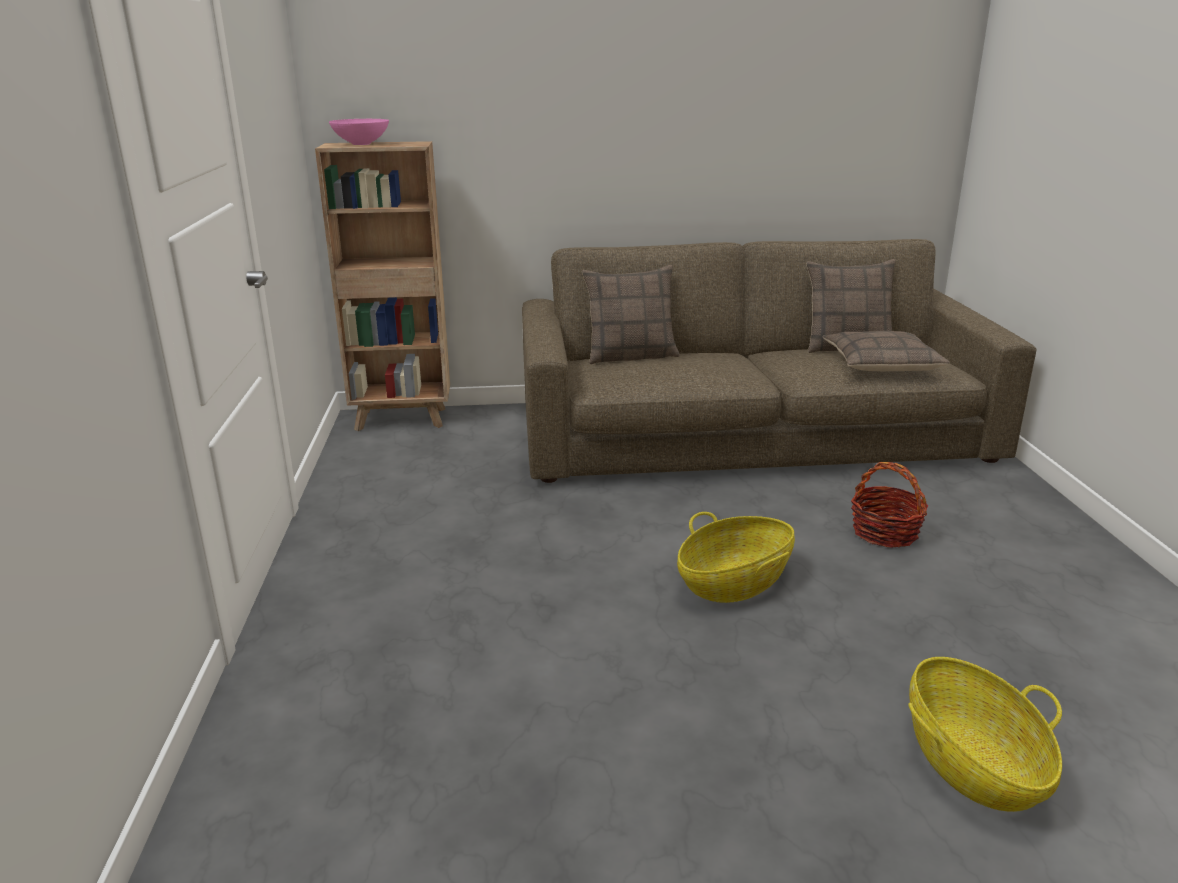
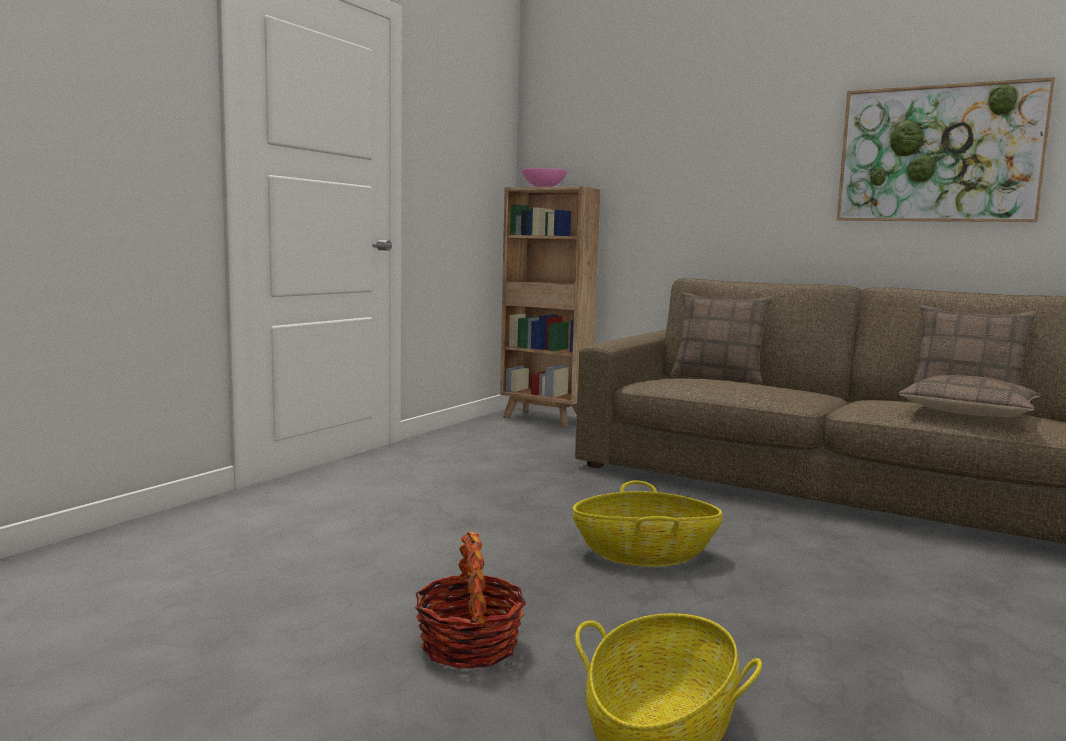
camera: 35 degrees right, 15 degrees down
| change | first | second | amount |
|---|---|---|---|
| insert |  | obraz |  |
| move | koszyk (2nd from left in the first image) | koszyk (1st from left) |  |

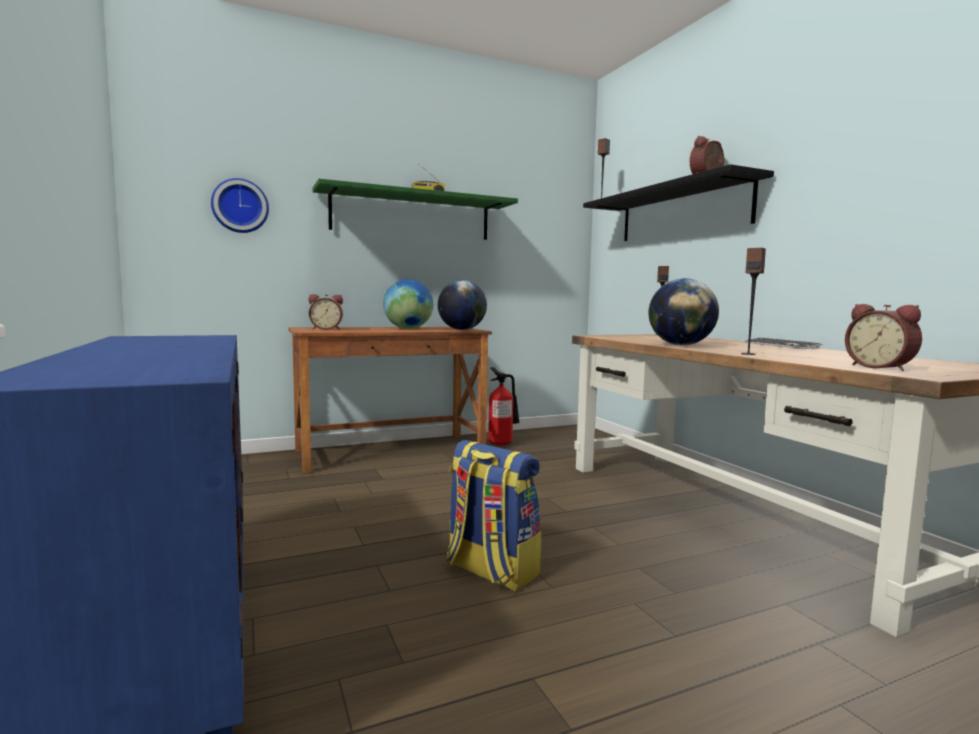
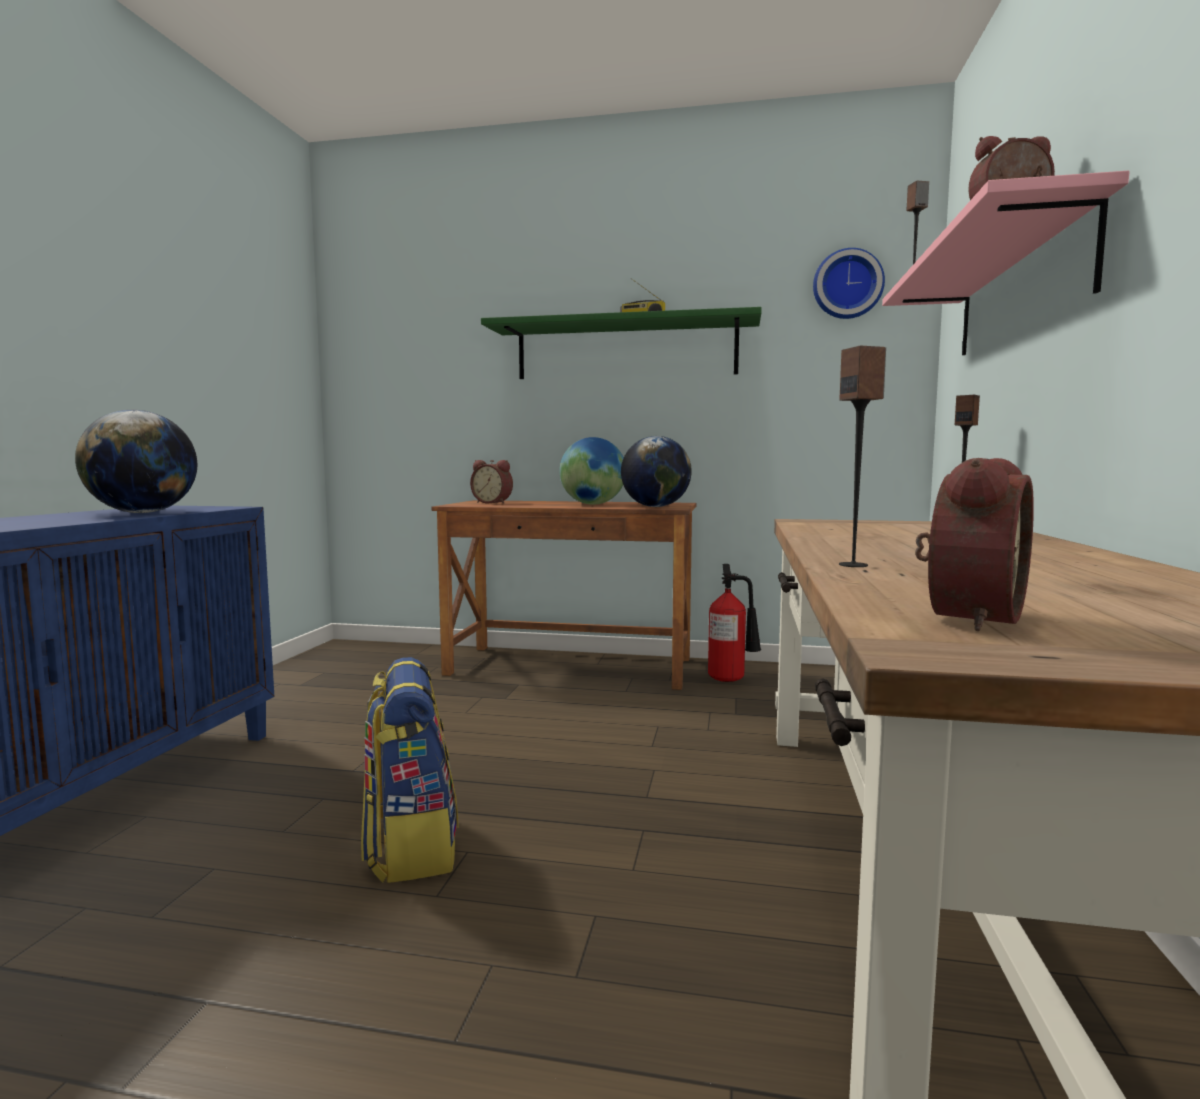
camera: 35 degrees right, 0 degrees up
| change | first | second | amount |
|---|---|---|---|
| delete | klawiatura |  |  |
| move | zegar ścienny |  |  |
| move | globus (3rd from left in the first image) | globus (1st from left) |  |
| recolor | półka/czarny | półka/różowy |  |
| rotate | budzik (3rd from left in the first image) | budzik (2nd from left) | 150 degrees counterclockwise |

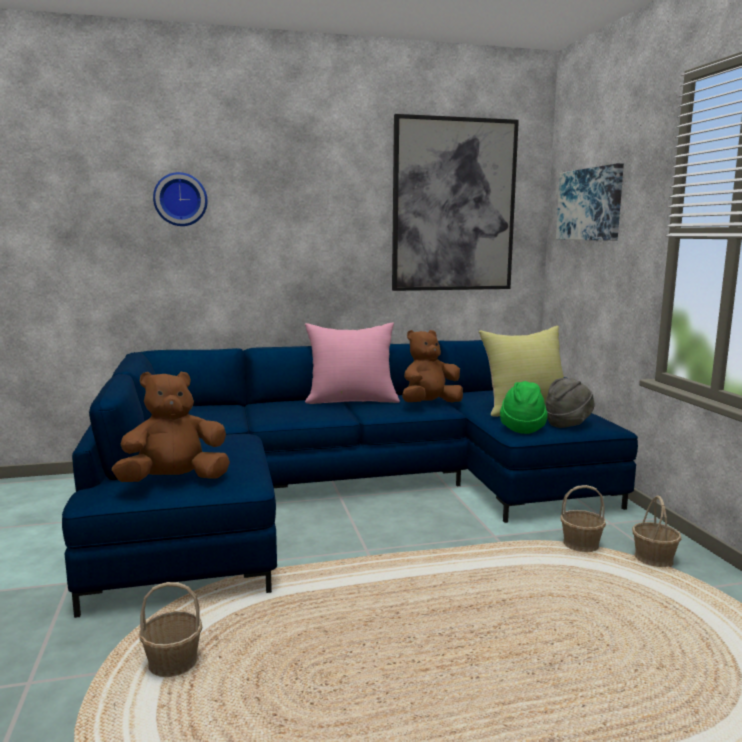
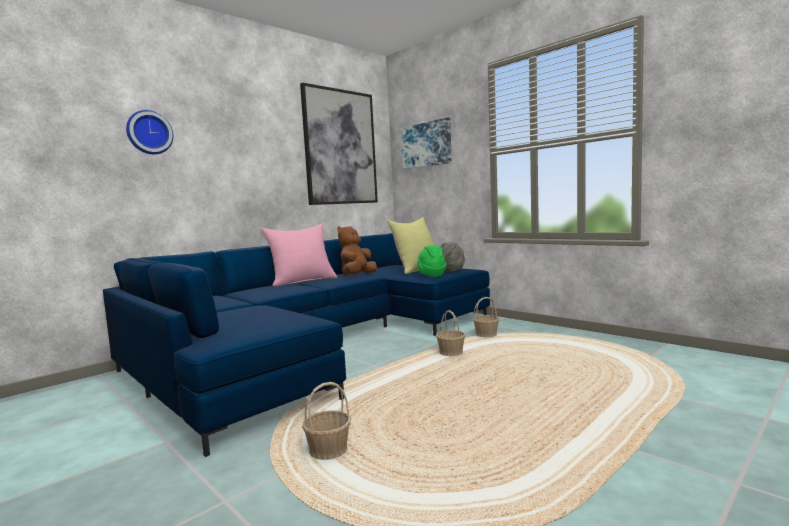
camera: 30 degrees left, 5 degrees down
| change | first | second | amount |
|---|---|---|---|
| delete | pluszak/brązowy (1st from left) |  |  |
| move | koszyk (3rd from left in the first image) | koszyk (2nd from left) |  |

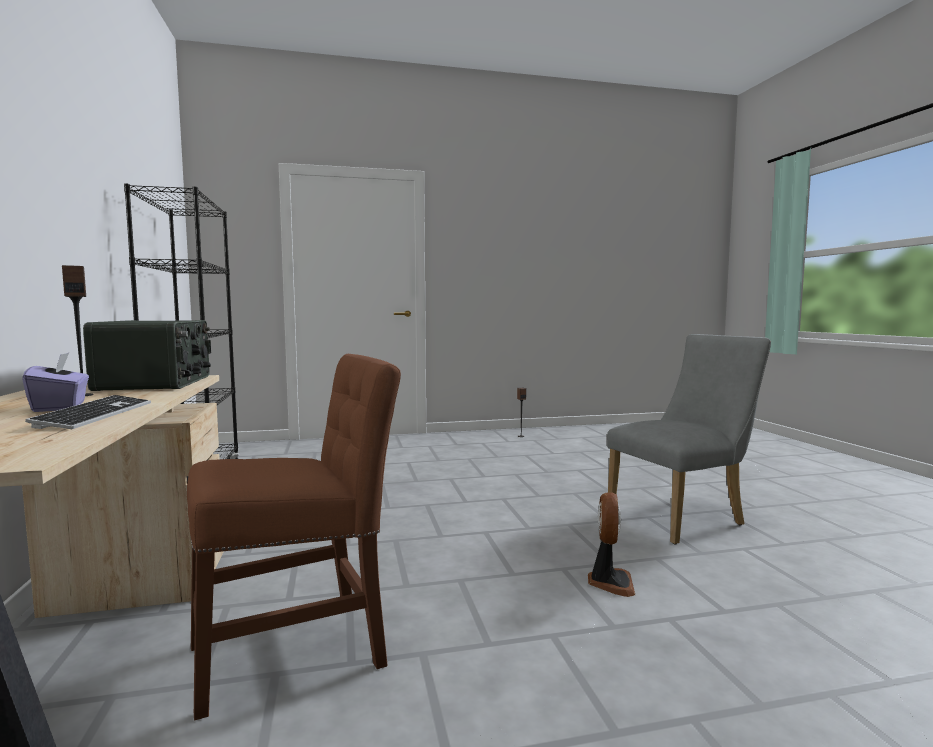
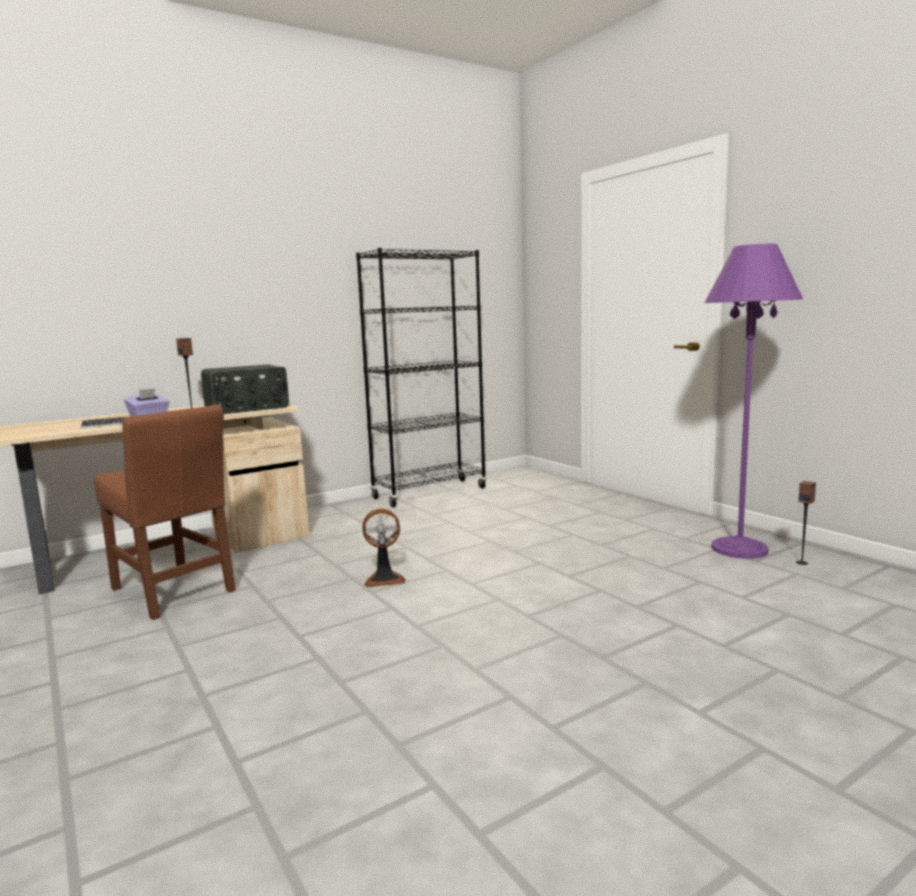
camera: 70 degrees right, 5 degrees up
| change | first | second | amount |
|---|---|---|---|
| delete | krzesło/szary |  |  |
| insert |  | lampa stojąca/fioletowy |  |
| move | wentylator |  |  |

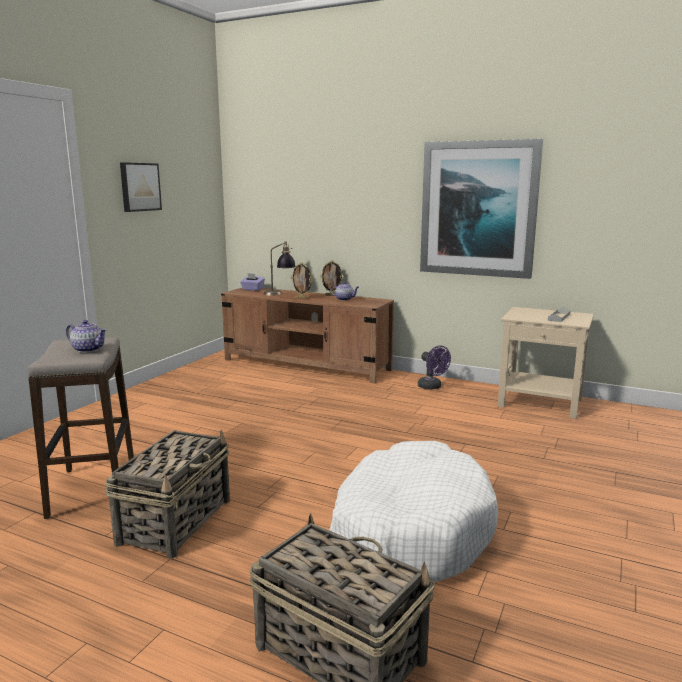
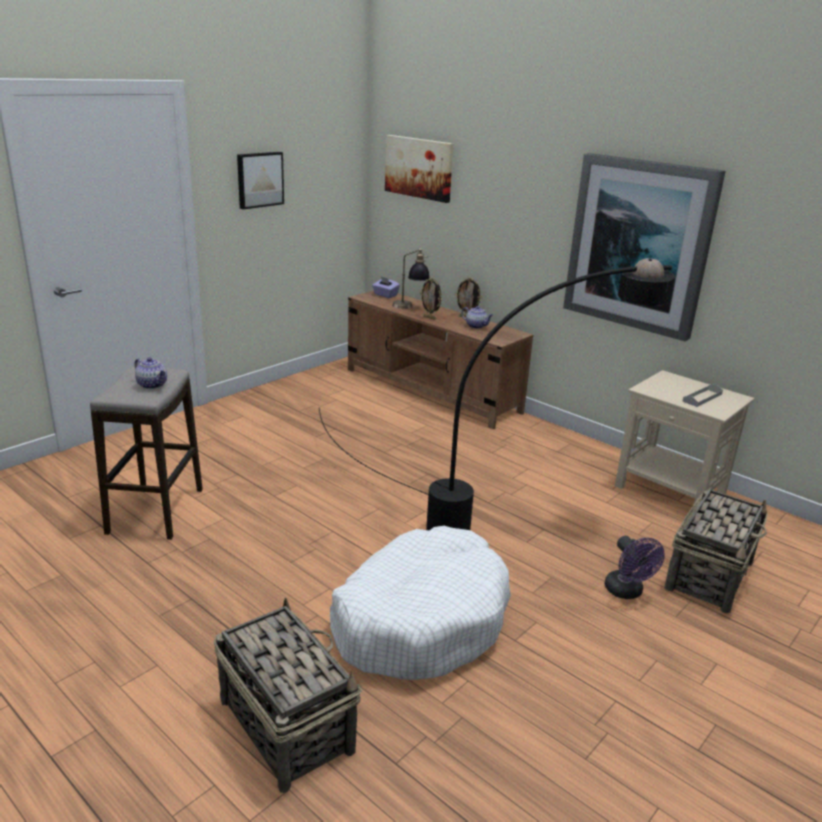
camera: 15 degrees right, 10 degrees up
| change | first | second | amount |
|---|---|---|---|
| insert |  | lampa stojąca/czarny |  |
| insert |  | obraz (2nd from left) |  |
| move | koszyk (1st from left in the first image) | koszyk (2nd from left) |  |
| move | wentylator/fioletowy |  |  |

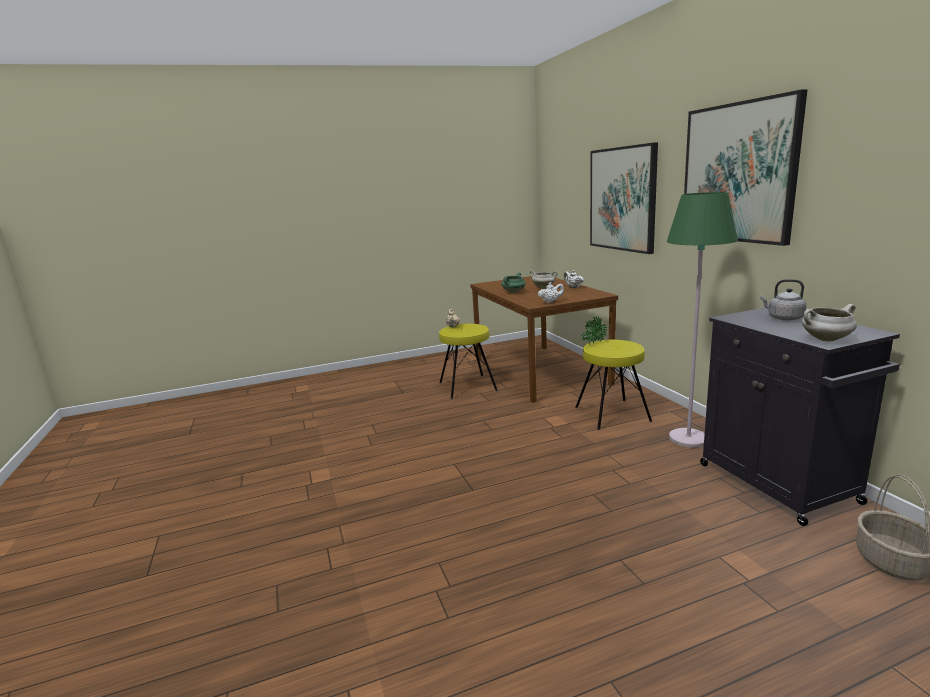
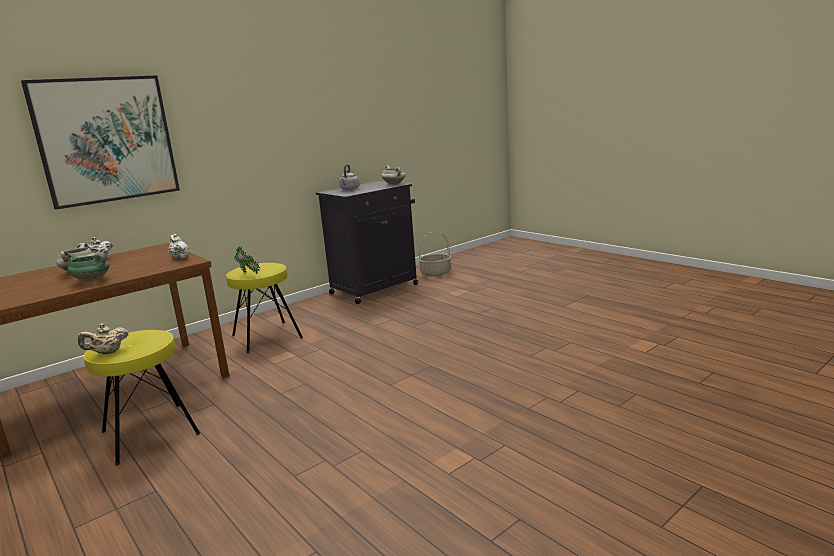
camera: 110 degrees left, 0 degrees up
| change | first | second | amount |
|---|---|---|---|
| delete | lampa stojąca/zielony |  |  |
| delete | obraz (2nd from left) |  |  |

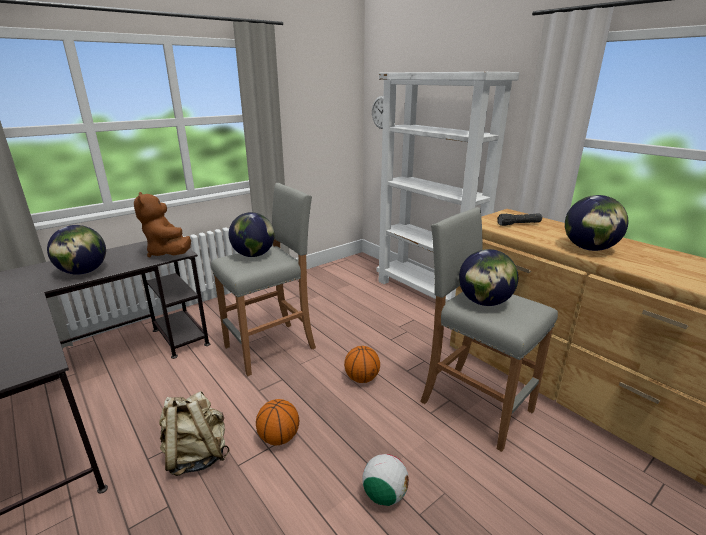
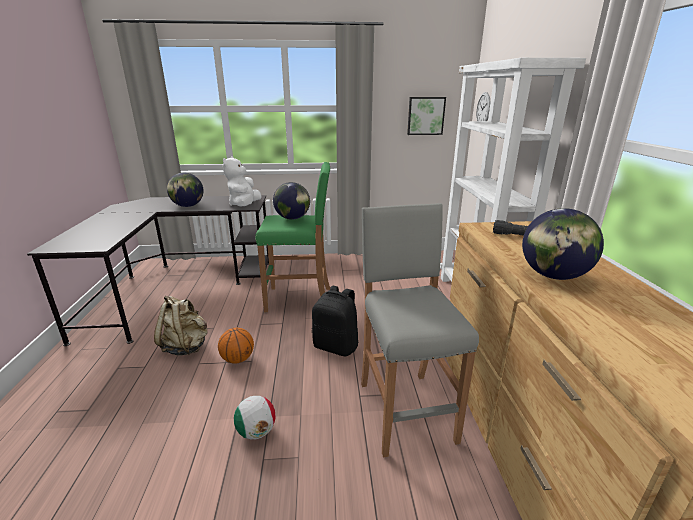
camera: 35 degrees right, 0 degrees up
| change | first | second | amount |
|---|---|---|---|
| delete | globus (3rd from left) |  |  |
| insert |  | obraz |  |
| replace | piłka do koszykówki (2nd from left) | plecak/czarny |  |
| recolor | pluszak/brązowy | pluszak/biały |  |
| recolor | stołek/szary (1st from left) | stołek/zielony |  |

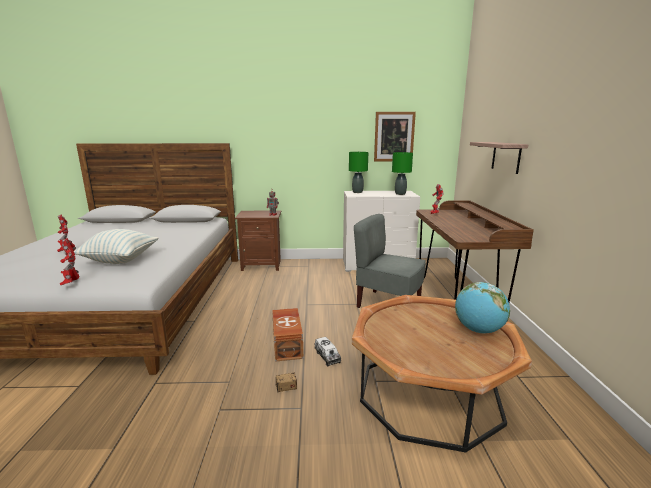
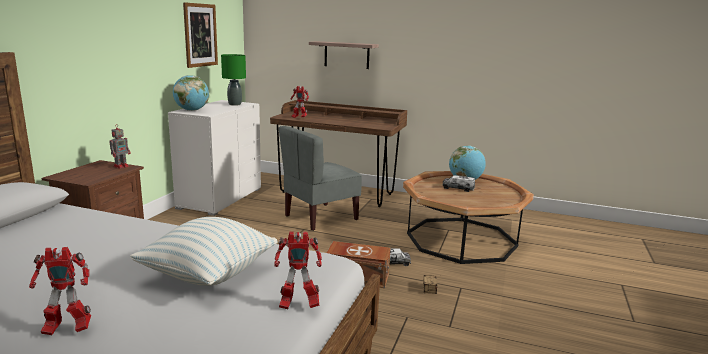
camera: 70 degrees left, 0 degrees up
| change | first | second | amount |
|---|---|---|---|
| insert |  | ciężarówka zabawkowa (2nd from left) |  |
| replace | lampa stołowa/zielony (1st from left) | globus (1st from left) |  |

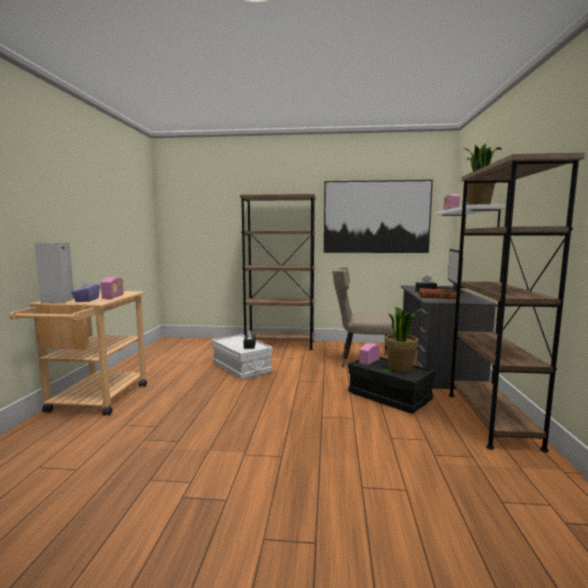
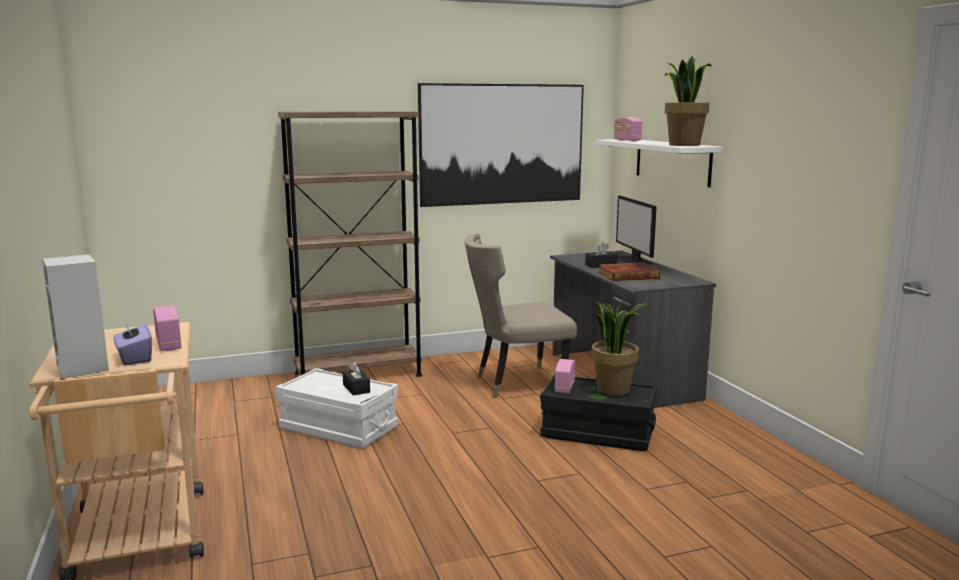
camera: 25 degrees left, 5 degrees up
| change | first | second | amount |
|---|---|---|---|
| delete | regał/brązowy (2nd from left) |  |  |

